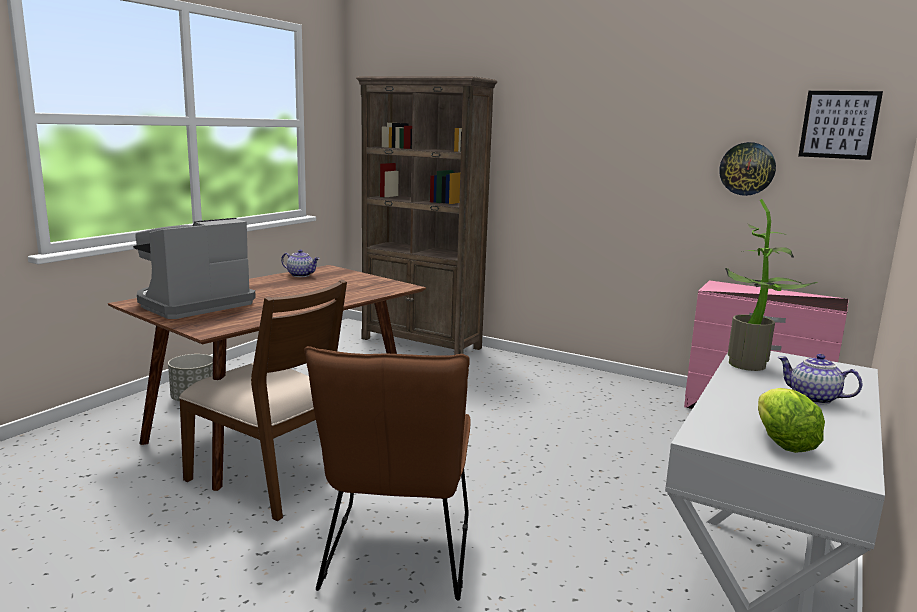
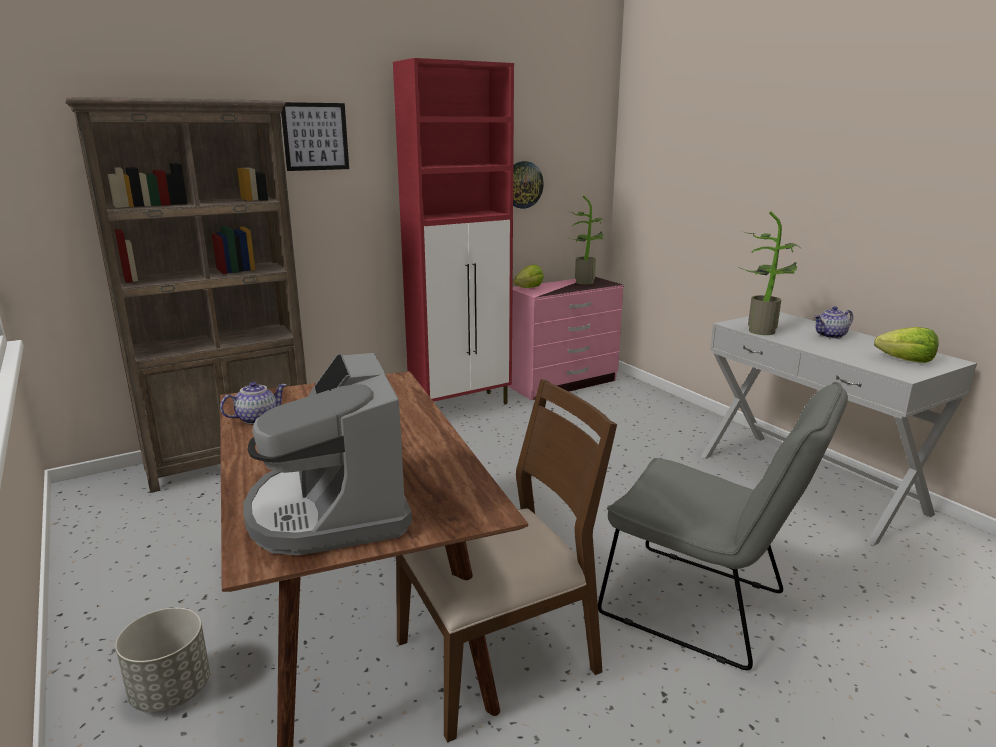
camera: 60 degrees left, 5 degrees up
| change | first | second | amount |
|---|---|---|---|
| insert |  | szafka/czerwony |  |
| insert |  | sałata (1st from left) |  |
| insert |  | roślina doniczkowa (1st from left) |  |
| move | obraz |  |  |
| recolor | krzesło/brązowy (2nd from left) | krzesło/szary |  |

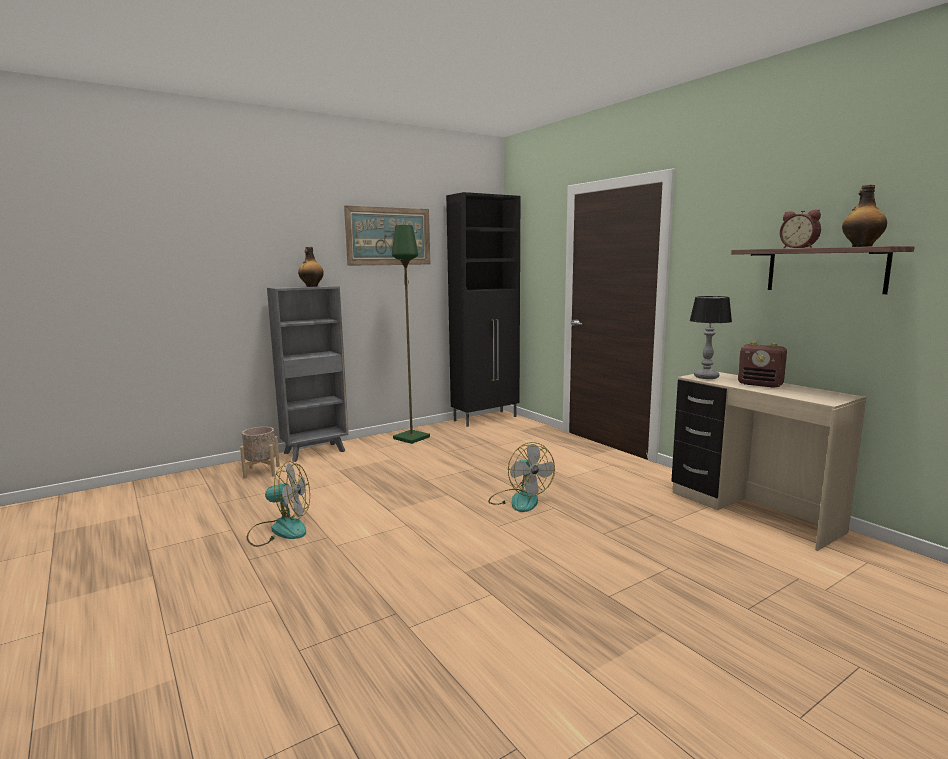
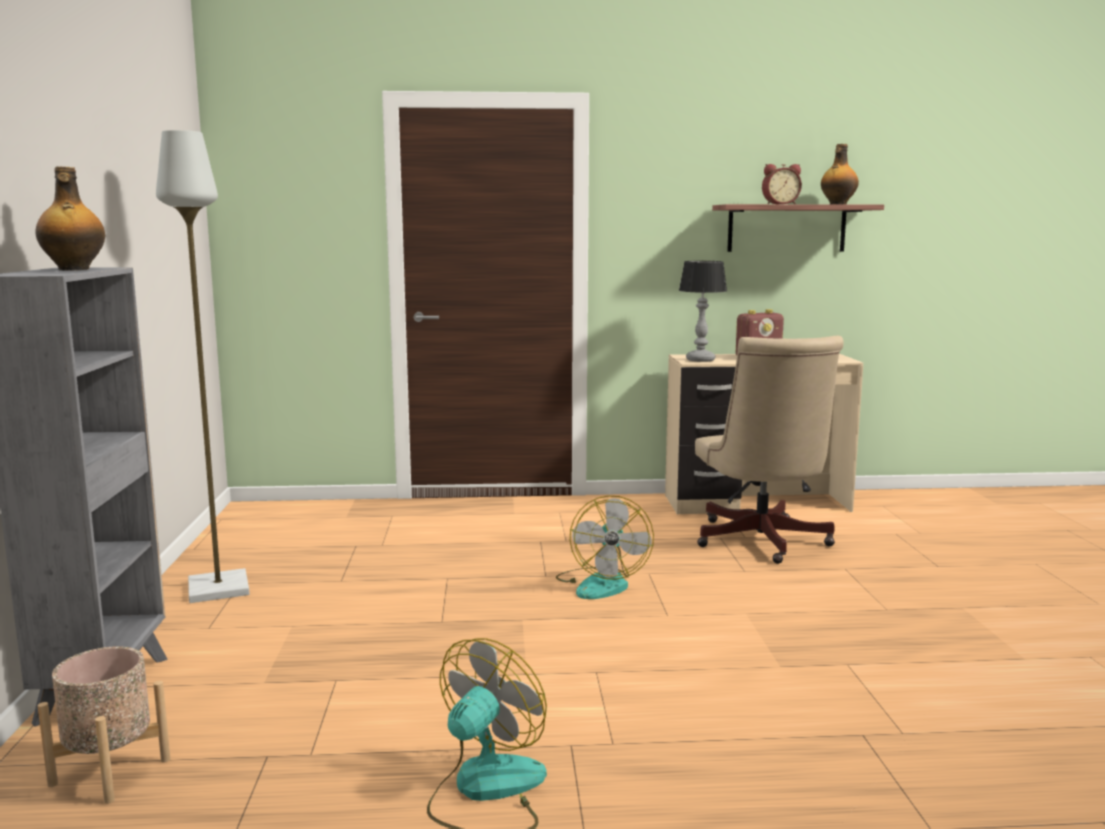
camera: 60 degrees left, 0 degrees up
| change | first | second | amount |
|---|---|---|---|
| delete | obraz |  |  |
| delete | szafka/czarny |  |  |
| insert |  | krzesło biurowe/beżowy |  |
| recolor | lampa stojąca/zielony | lampa stojąca/szary |  |
| rotate | wentylator (2nd from left) |  | 90 degrees clockwise |

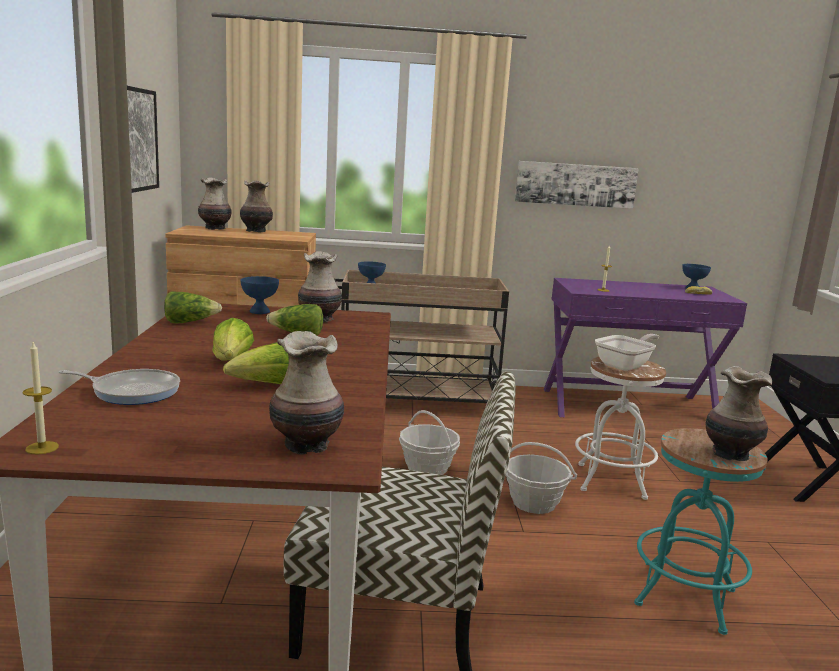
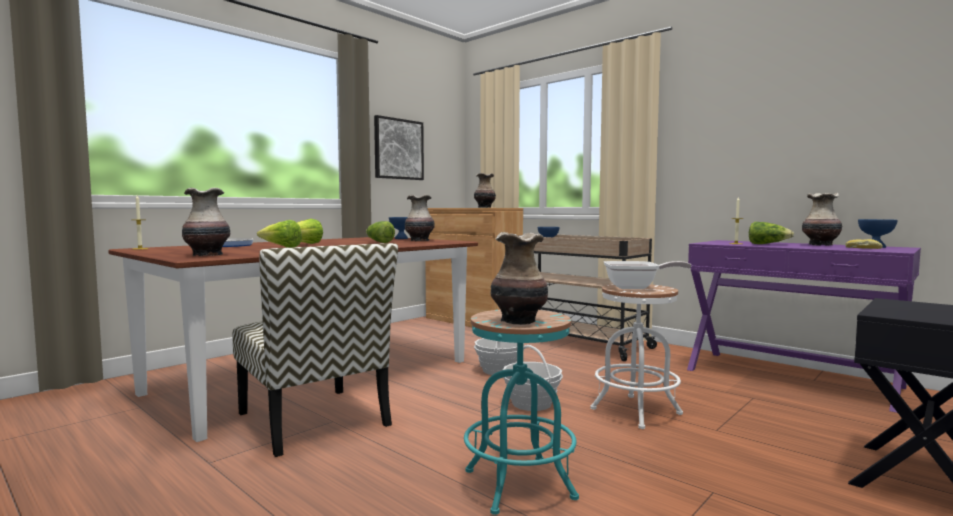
camera: 45 degrees right, 10 degrees down
| change | first | second | amount |
|---|---|---|---|
| delete | obraz (2nd from left) |  |  |
| move | sałata (1st from left in the first image) | sałata (4th from left) |  |
| move | wazon (1st from left in the first image) | wazon (5th from left) |  |

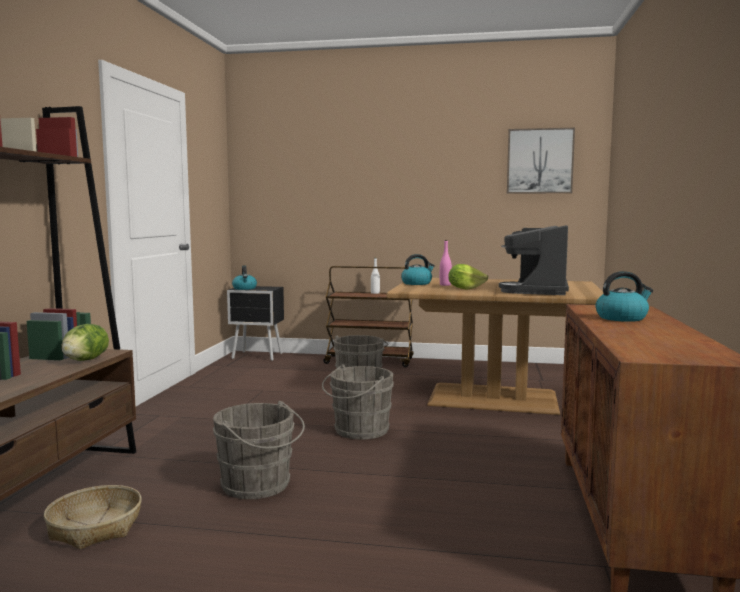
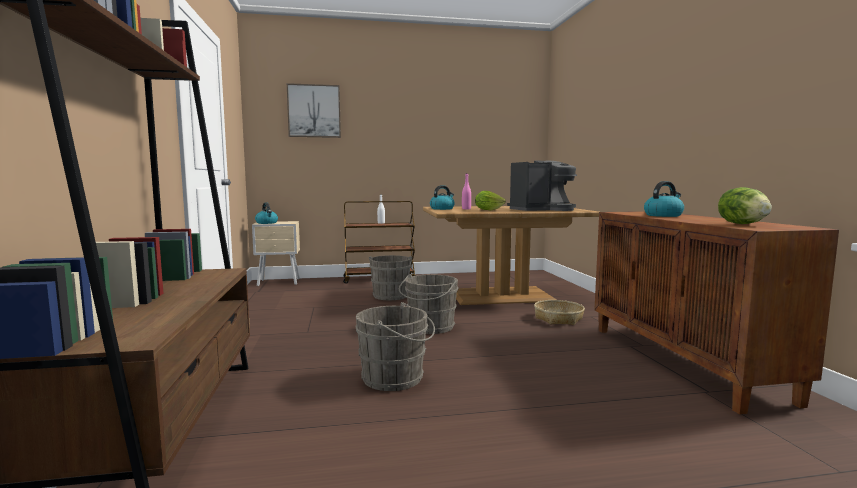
camera: 20 degrees left, 0 degrees up
| change | first | second | amount |
|---|---|---|---|
| move | koszyk |  |  |
| move | sałata (1st from left in the first image) | sałata (2nd from left) |  |
| move | obraz |  |  |
| recolor | szafka nocna/czarny | szafka nocna/beżowy |  |
| rotate | ekspres do kawy |  | 105 degrees counterclockwise |

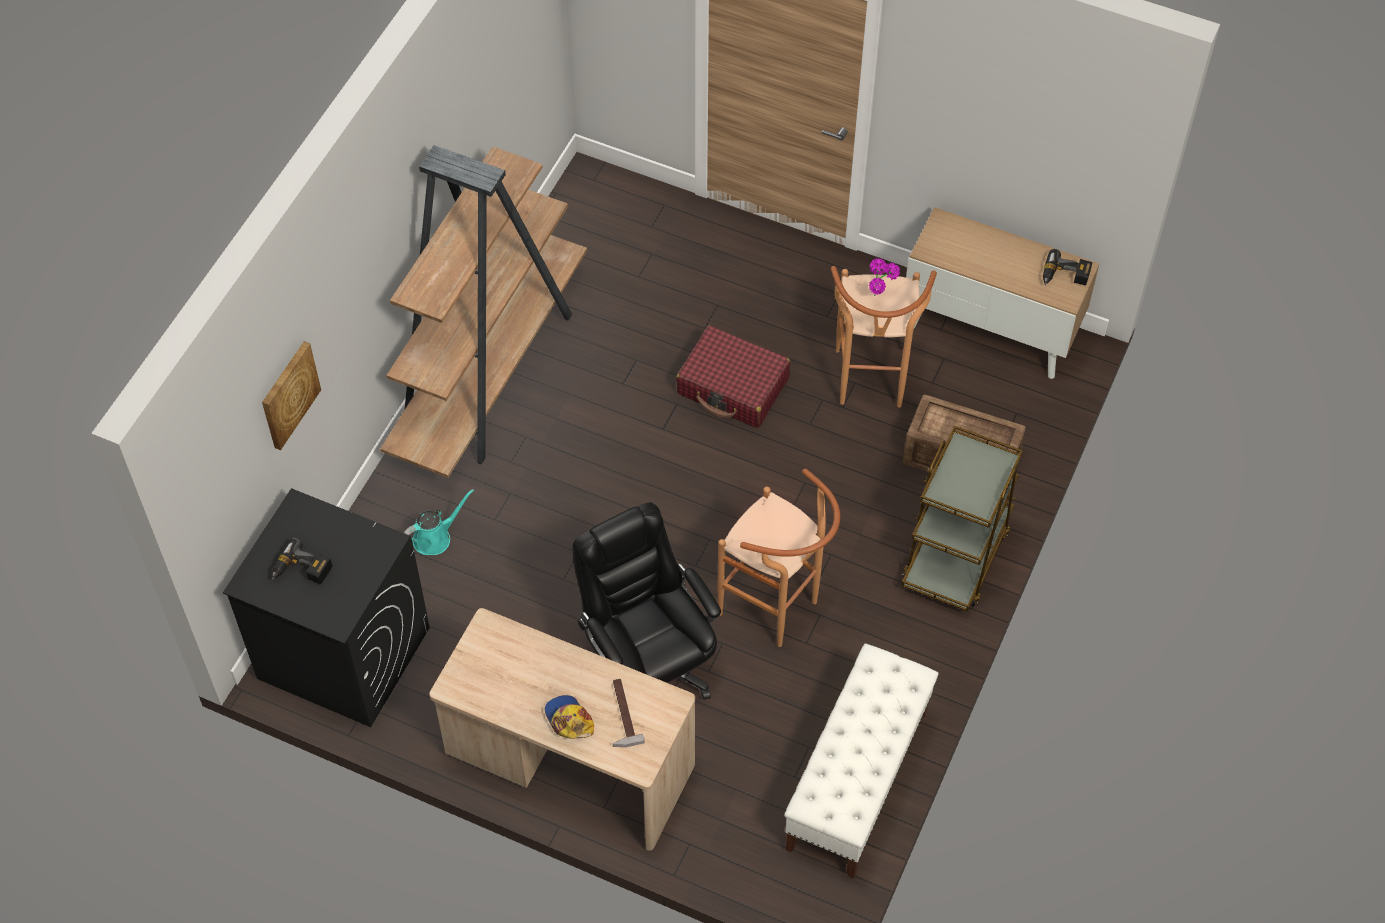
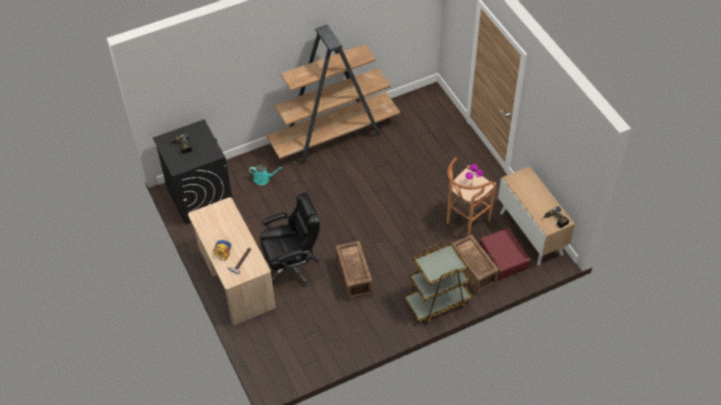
camera: 40 degrees right, 5 degrees down
| change | first | second | amount |
|---|---|---|---|
| delete | obraz |  |  |
| delete | ławka/biały |  |  |
| move | walizka/czerwony |  |  |
| replace | stołek/brązowy (1st from left) | skrzynka (1st from left) |  |
| rotate | krzesło biurowe/czarny |  | 60 degrees clockwise |

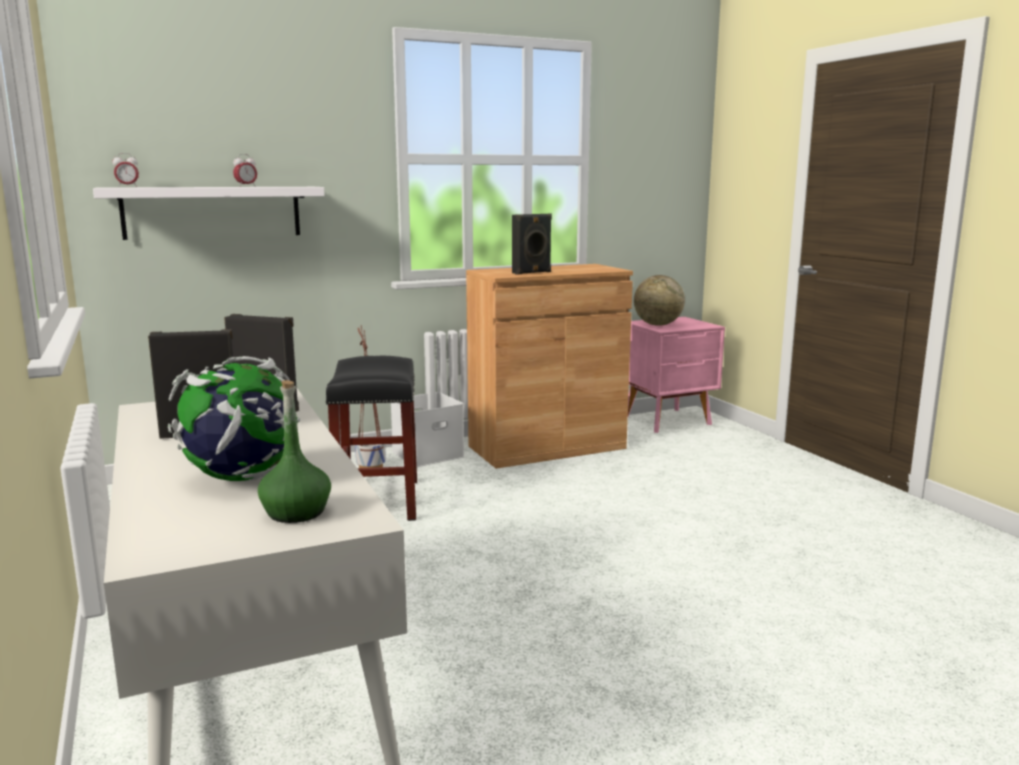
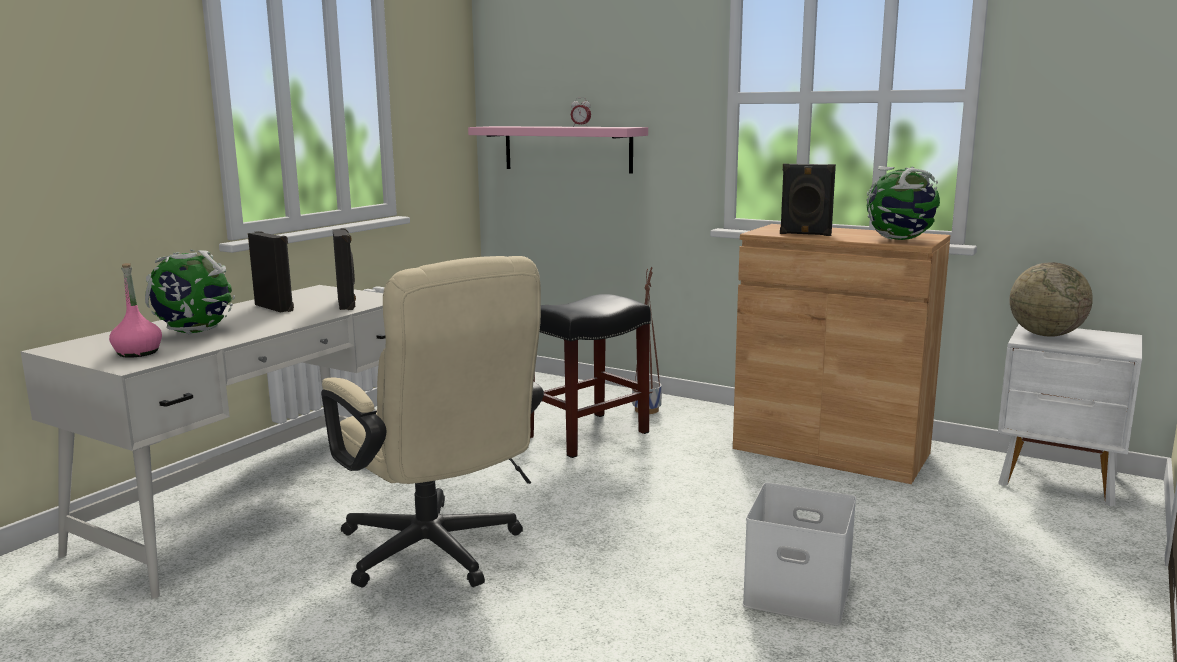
camera: 55 degrees right, 0 degrees up
| change | first | second | amount |
|---|---|---|---|
| delete | budzik (1st from left) |  |  |
| insert |  | krzesło biurowe/beżowy |  |
| insert |  | globus (2nd from left) |  |
| move | pojemnik do przechowywania/biały |  |  |
| recolor | półka/biały | półka/różowy |  |
| recolor | butelka/zielony | butelka/różowy |  |
| recolor | szafka nocna/różowy | szafka nocna/biały |  |

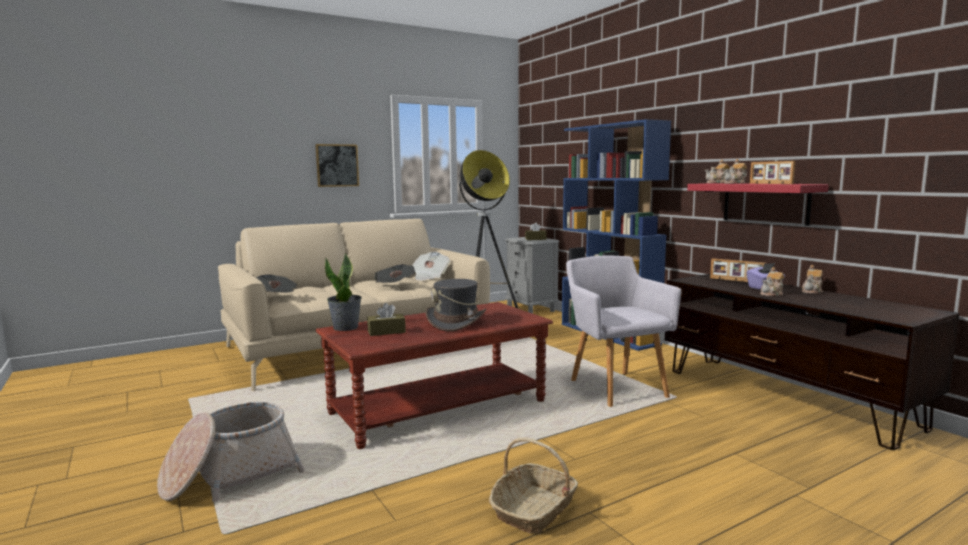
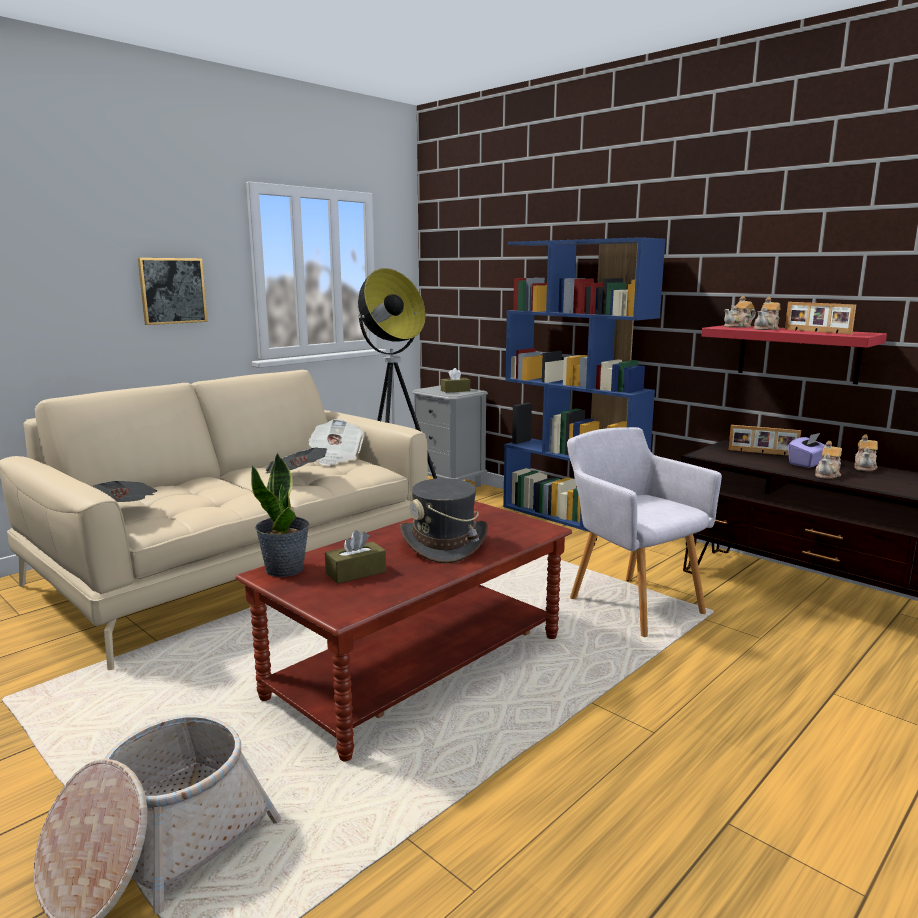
camera: 15 degrees left, 5 degrees up
| change | first | second | amount |
|---|---|---|---|
| delete | koszyk (2nd from left) |  |  |

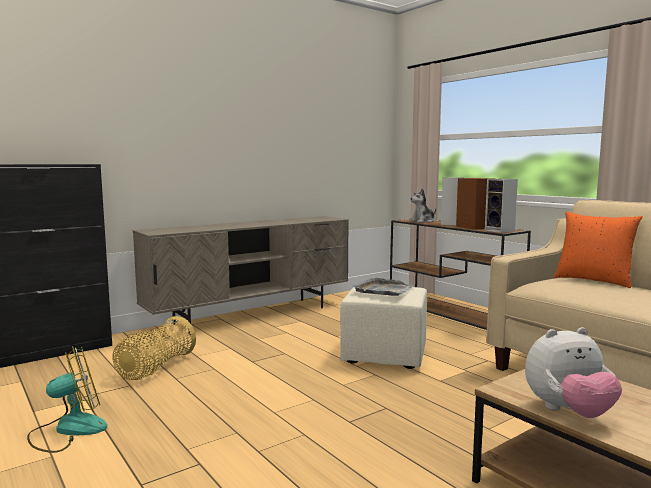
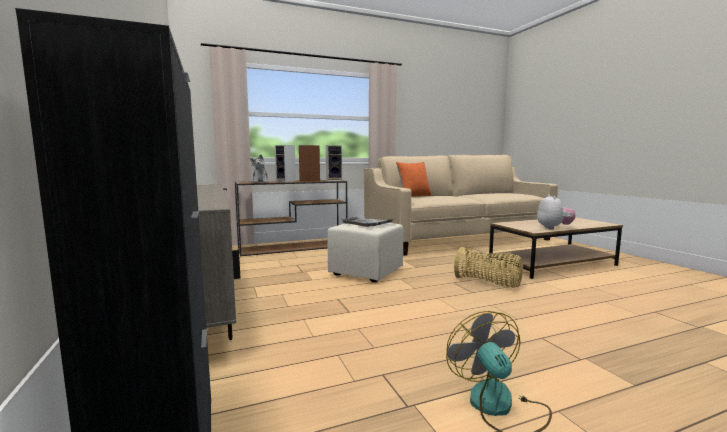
camera: 75 degrees left, 0 degrees up
| change | first | second | amount |
|---|---|---|---|
| move | koszyk |  |  |

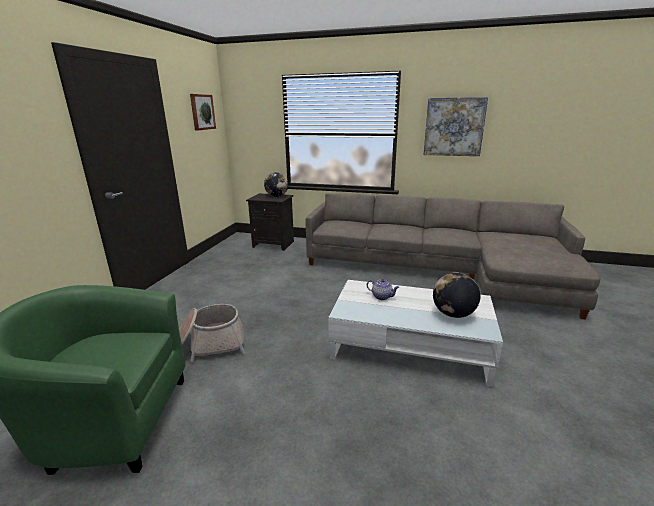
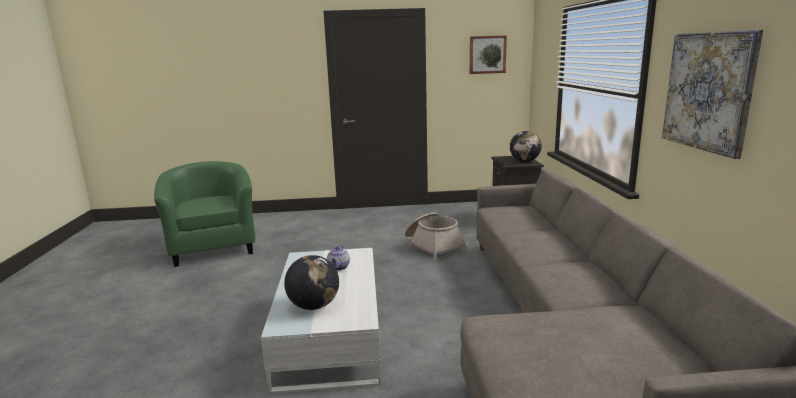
camera: 70 degrees right, 5 degrees down
| change | first | second | amount |
|---|---|---|---|
| move | koszyk |  |  |

